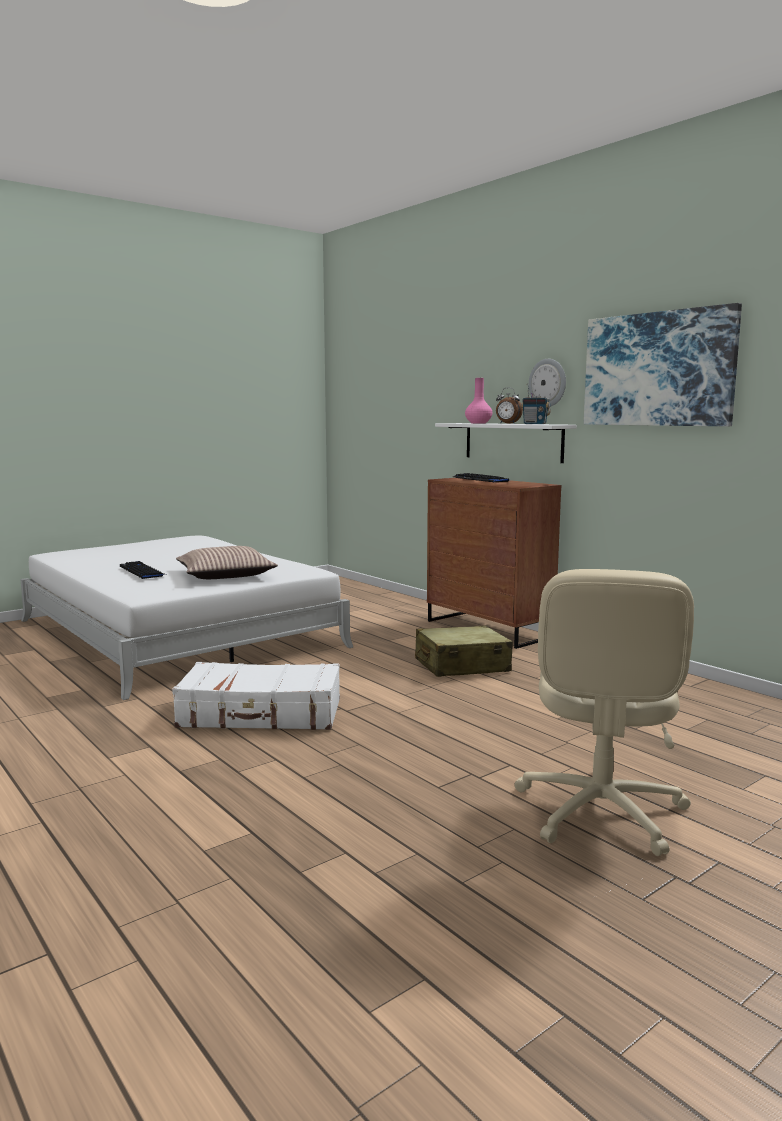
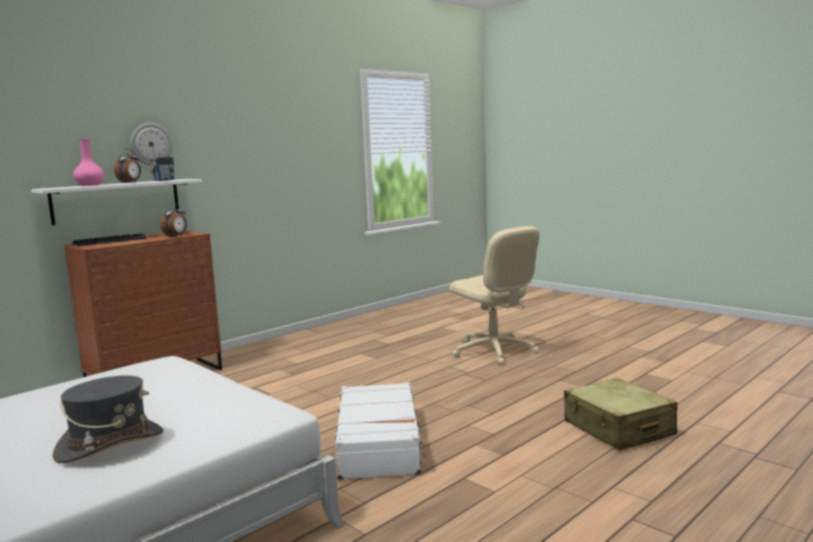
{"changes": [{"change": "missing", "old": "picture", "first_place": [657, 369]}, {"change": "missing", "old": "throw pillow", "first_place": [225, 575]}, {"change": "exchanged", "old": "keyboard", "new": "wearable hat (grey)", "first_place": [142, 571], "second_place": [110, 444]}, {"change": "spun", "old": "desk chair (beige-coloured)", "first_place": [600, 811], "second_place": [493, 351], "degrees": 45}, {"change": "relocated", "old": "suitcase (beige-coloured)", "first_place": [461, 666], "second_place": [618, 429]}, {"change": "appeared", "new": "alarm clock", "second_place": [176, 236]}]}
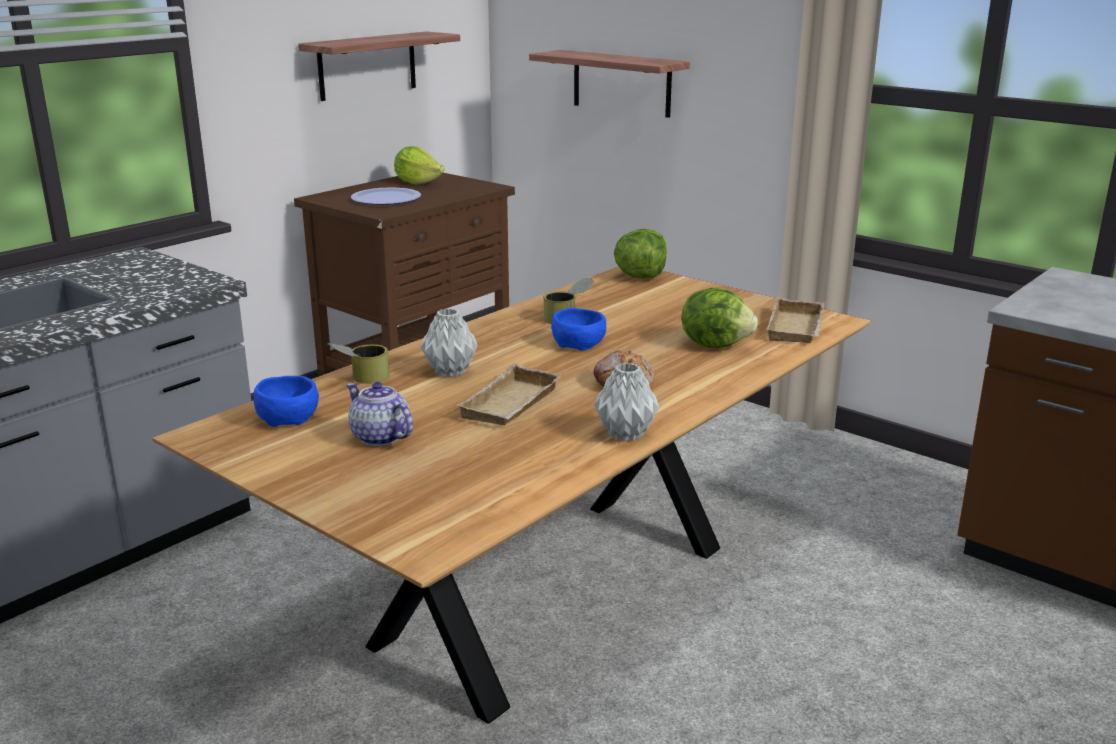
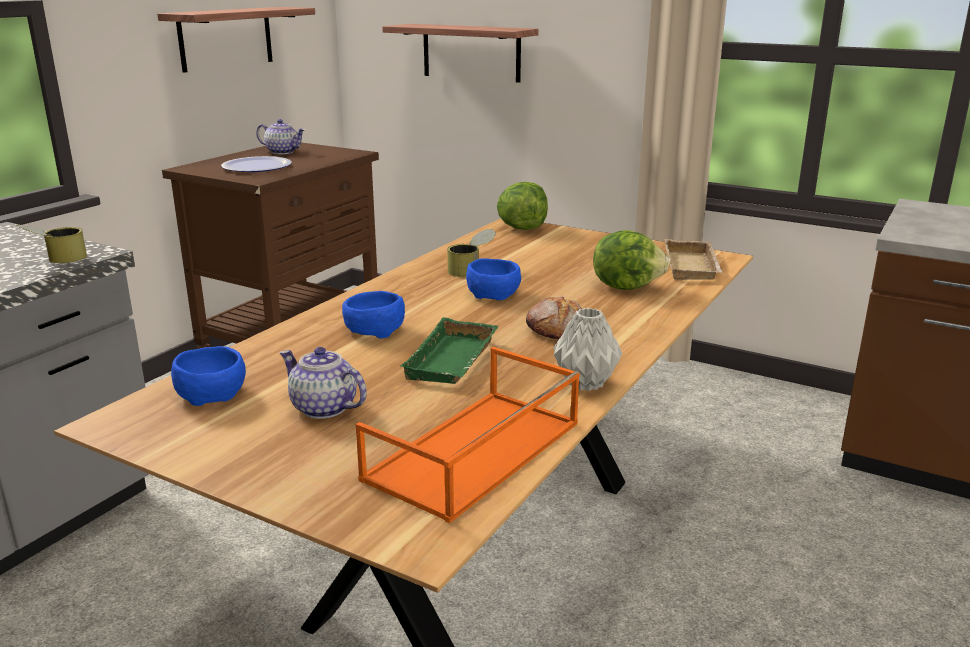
{"changes": [{"change": "exchanged", "old": "head of lettuce", "new": "pot for tea", "first_place": [418, 183], "second_place": [283, 152]}, {"change": "exchanged", "old": "vase (grey)", "new": "bowl (bluish)", "first_place": [449, 371], "second_place": [373, 330]}, {"change": "relocated", "old": "metal can", "first_place": [360, 379], "second_place": [56, 260]}, {"change": "colour", "old": "carrying tray (beige-coloured)", "new": "carrying tray (green)", "first_place": [513, 405], "second_place": [454, 361]}, {"change": "appeared", "new": "carrying tray (orangey)", "second_place": [475, 453]}]}
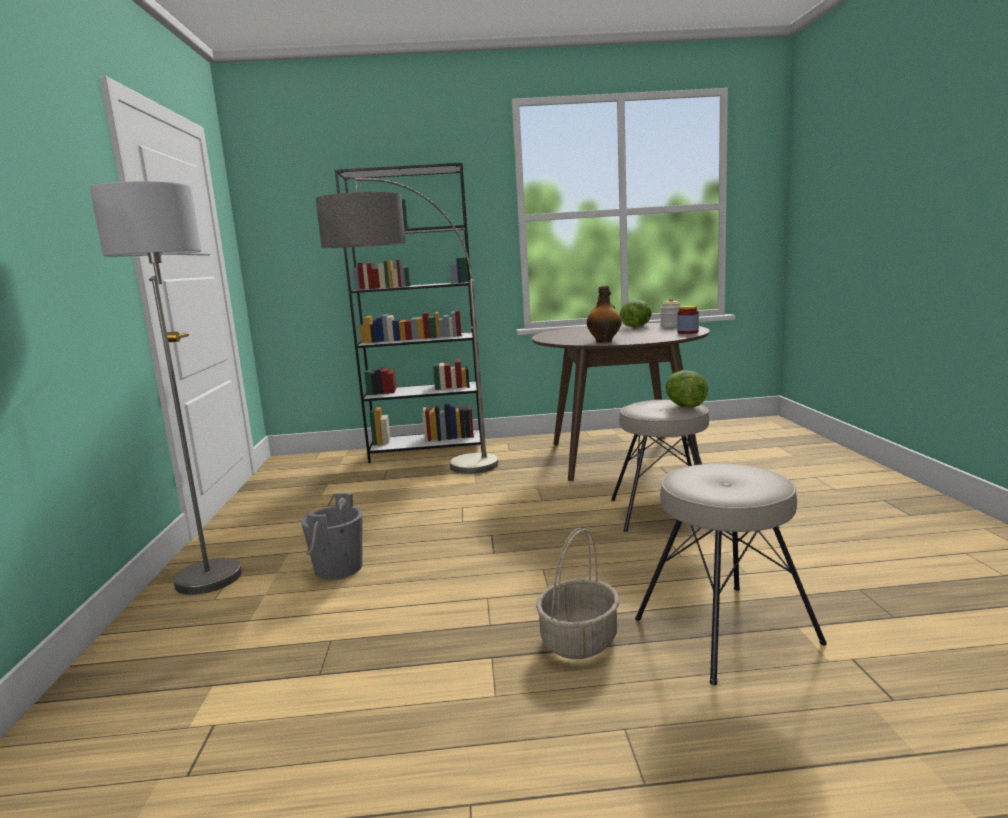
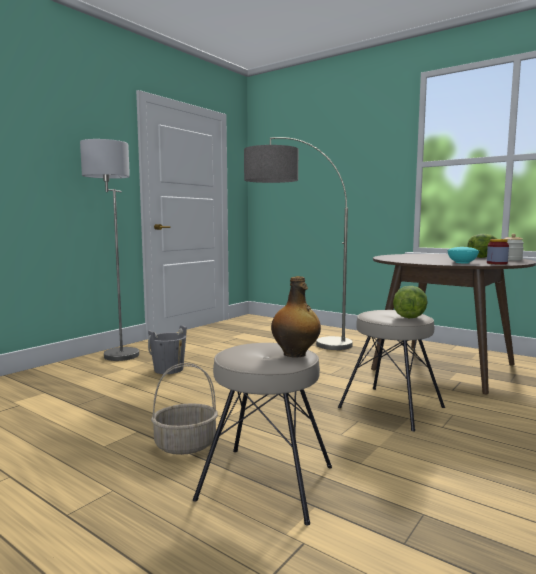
{"changes": [{"change": "missing", "old": "bookshelf (whitish)", "first_place": [428, 450]}, {"change": "relocated", "old": "bottle", "first_place": [604, 341], "second_place": [295, 354]}, {"change": "appeared", "new": "bowl (blue-green)", "second_place": [462, 262]}]}
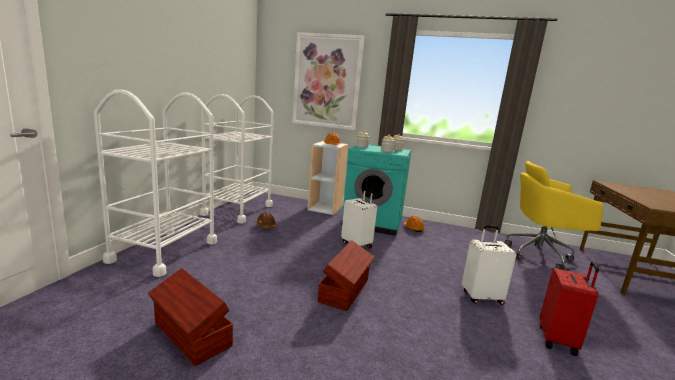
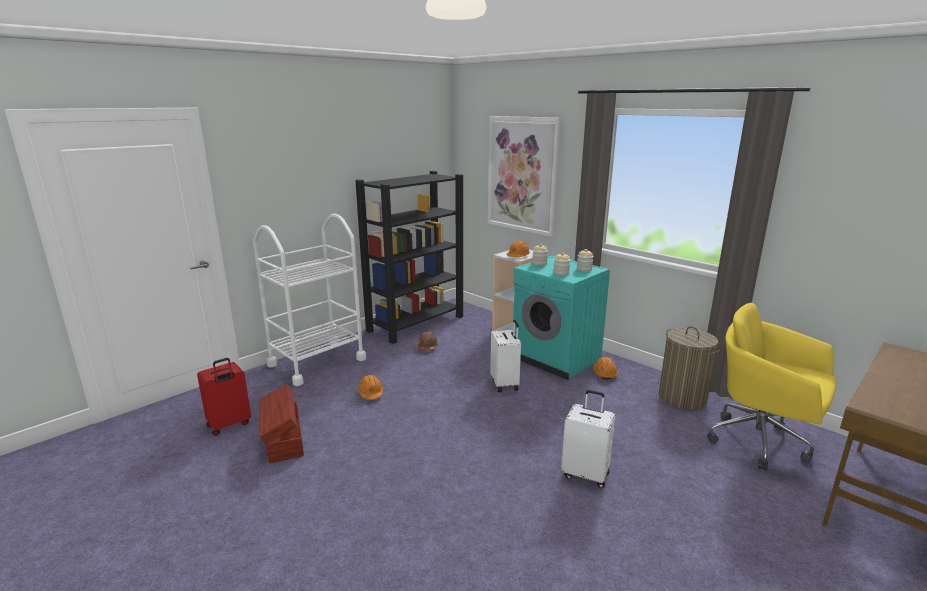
{"changes": [{"change": "exchanged", "old": "trolley (whitish)", "new": "bookshelf (black-coloured)", "first_place": [238, 210], "second_place": [416, 323]}, {"change": "missing", "old": "storage container (brown)", "first_place": [345, 290]}, {"change": "relocated", "old": "suitcase (red-coloured)", "first_place": [558, 340], "second_place": [229, 425]}, {"change": "appeared", "new": "laundry basket", "second_place": [682, 397]}, {"change": "appeared", "new": "safety helmet (orangey)", "second_place": [371, 393]}]}
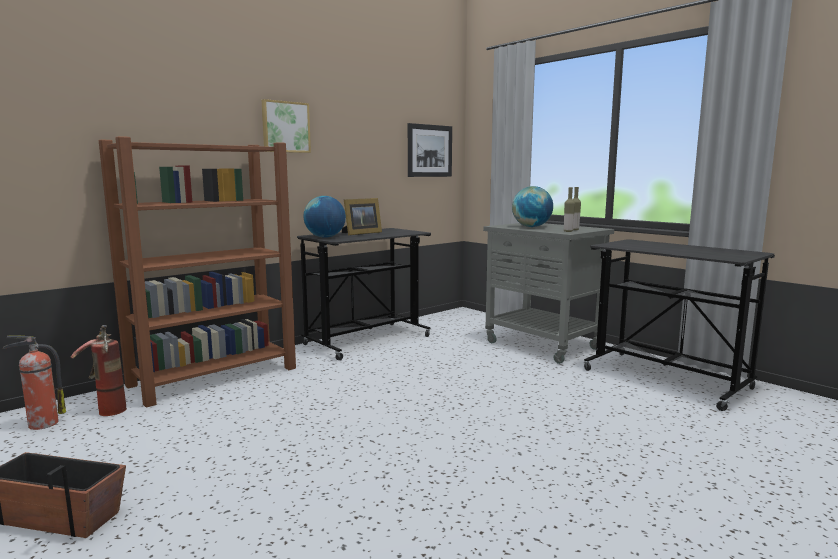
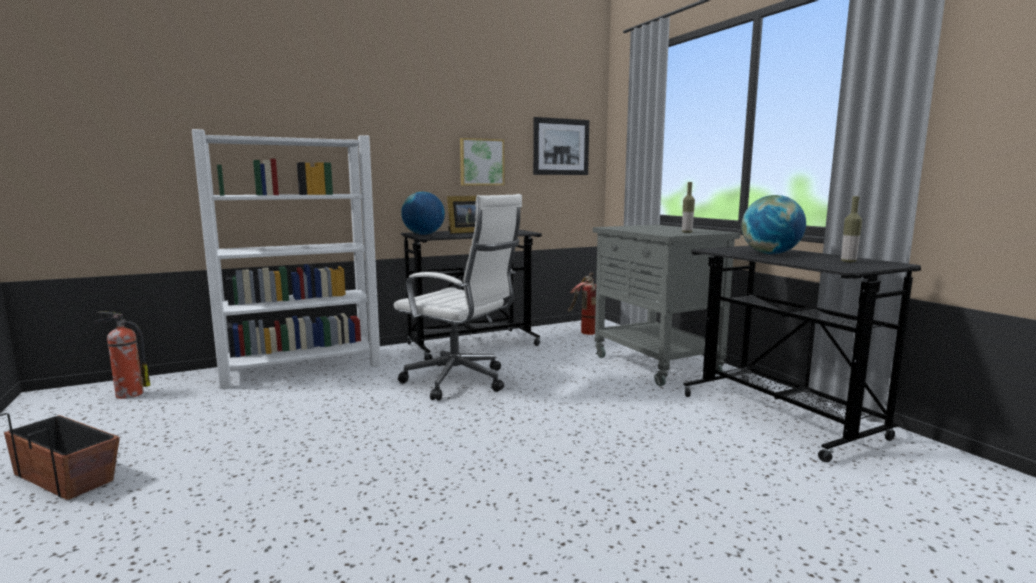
{"changes": [{"change": "relocated", "old": "picture", "first_place": [285, 127], "second_place": [481, 162]}, {"change": "colour", "old": "bookshelf (brown)", "new": "bookshelf (whitish)", "first_place": [214, 376], "second_place": [301, 367]}, {"change": "relocated", "old": "globe", "first_place": [531, 227], "second_place": [770, 254]}, {"change": "relocated", "old": "bottle", "first_place": [568, 231], "second_place": [848, 261]}, {"change": "relocated", "old": "extinguisher", "first_place": [106, 409], "second_place": [583, 331]}, {"change": "appeared", "new": "desk chair (whitish)", "second_place": [460, 382]}]}
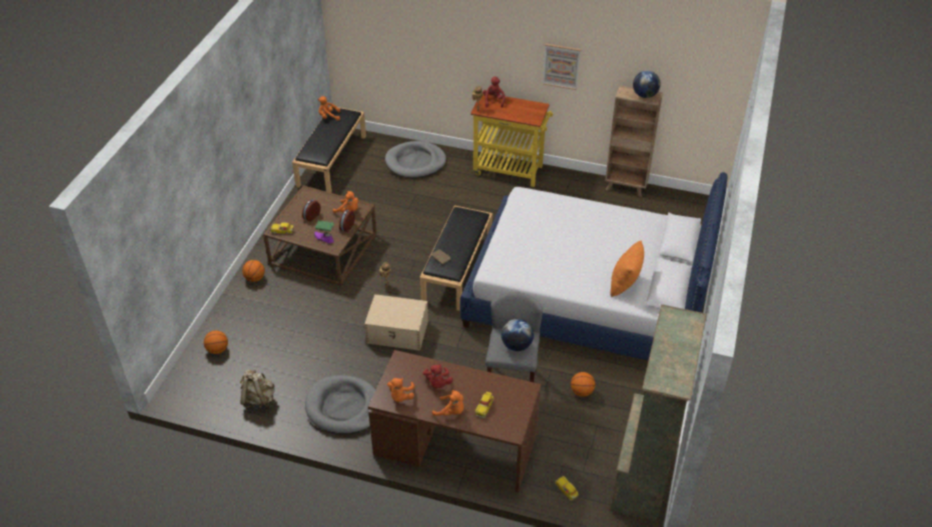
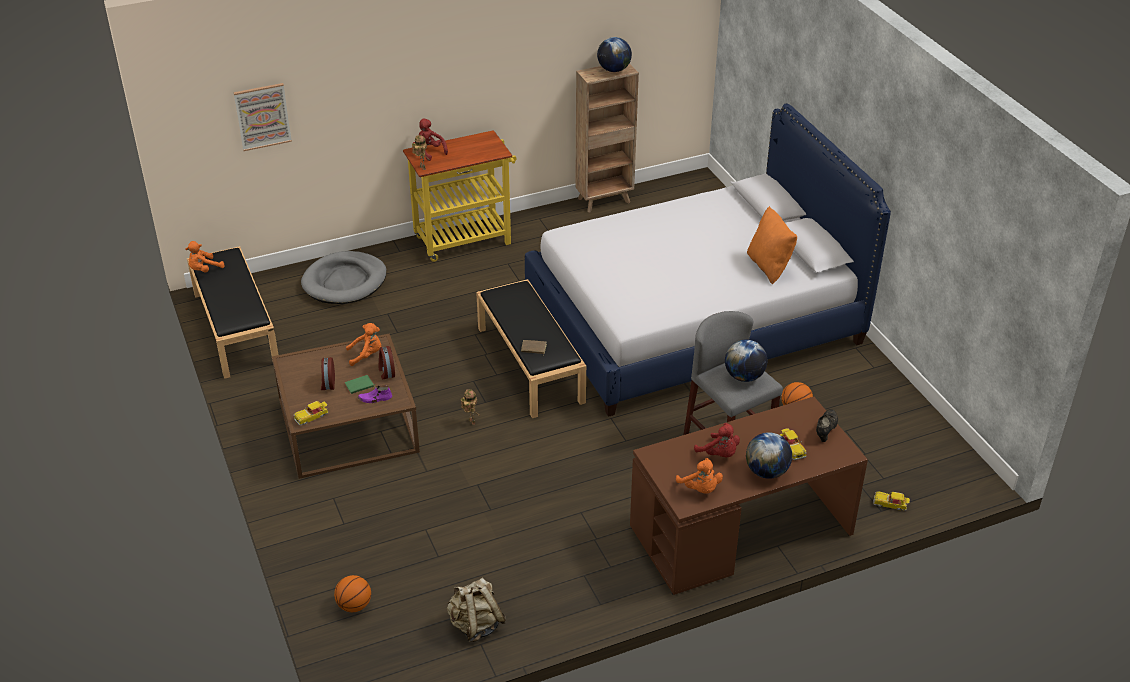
{"changes": [{"change": "relocated", "old": "picture", "first_place": [561, 66], "second_place": [262, 116]}, {"change": "missing", "old": "basketball ball", "first_place": [255, 278]}, {"change": "missing", "old": "storage container (beige-coloured)", "first_place": [398, 332]}, {"change": "missing", "old": "bookshelf (green)", "first_place": [642, 478]}, {"change": "missing", "old": "pet bed (grey)", "first_place": [344, 407]}, {"change": "exchanged", "old": "cuddly toy (orangey)", "new": "globe", "first_place": [451, 411], "second_place": [767, 471]}, {"change": "appeared", "new": "item of footwear (black-coloured)", "second_place": [825, 430]}]}
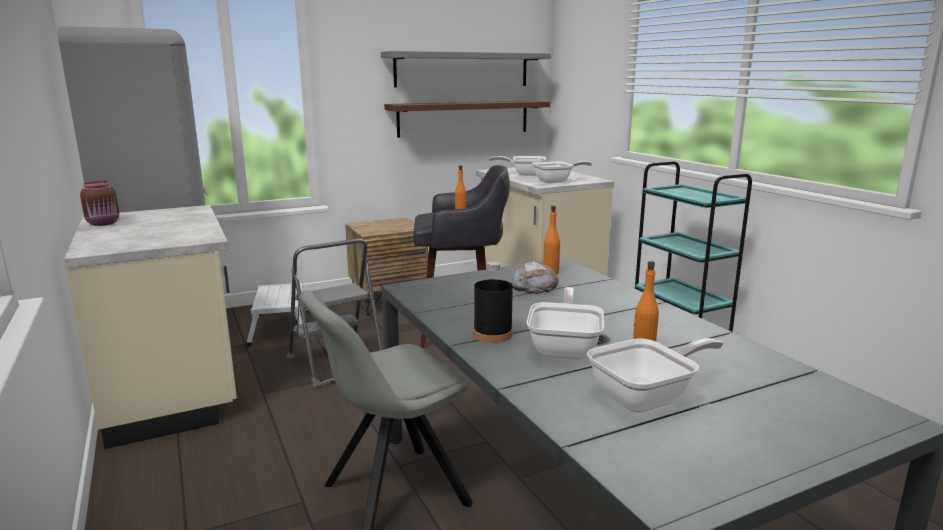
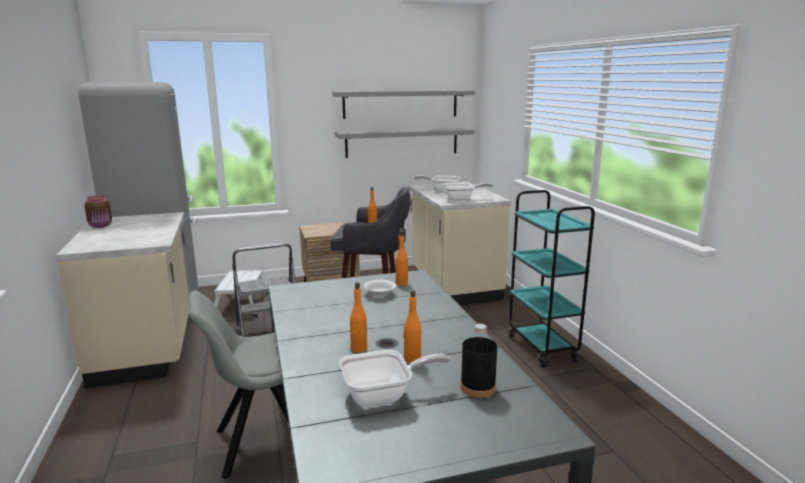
{"changes": [{"change": "colour", "old": "shelf (brown)", "new": "shelf (grey)", "first_place": [464, 118], "second_place": [402, 142]}, {"change": "exchanged", "old": "bakery bread", "new": "bowl (whitish)", "first_place": [534, 286], "second_place": [379, 294]}, {"change": "relocated", "old": "bottle (black-coloured)", "first_place": [492, 334], "second_place": [478, 387]}, {"change": "exchanged", "old": "pan", "new": "bottle (orangey)", "first_place": [565, 347], "second_place": [359, 349]}]}
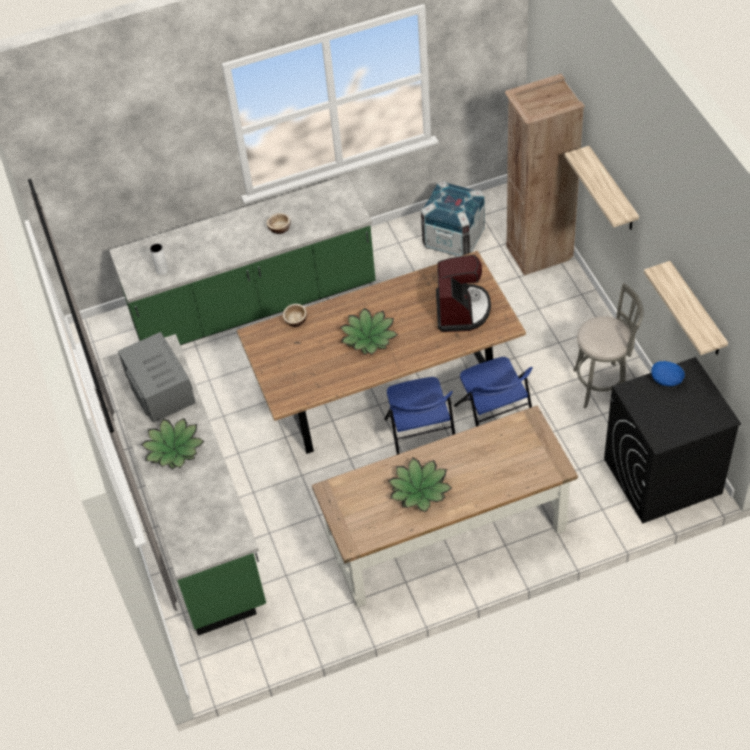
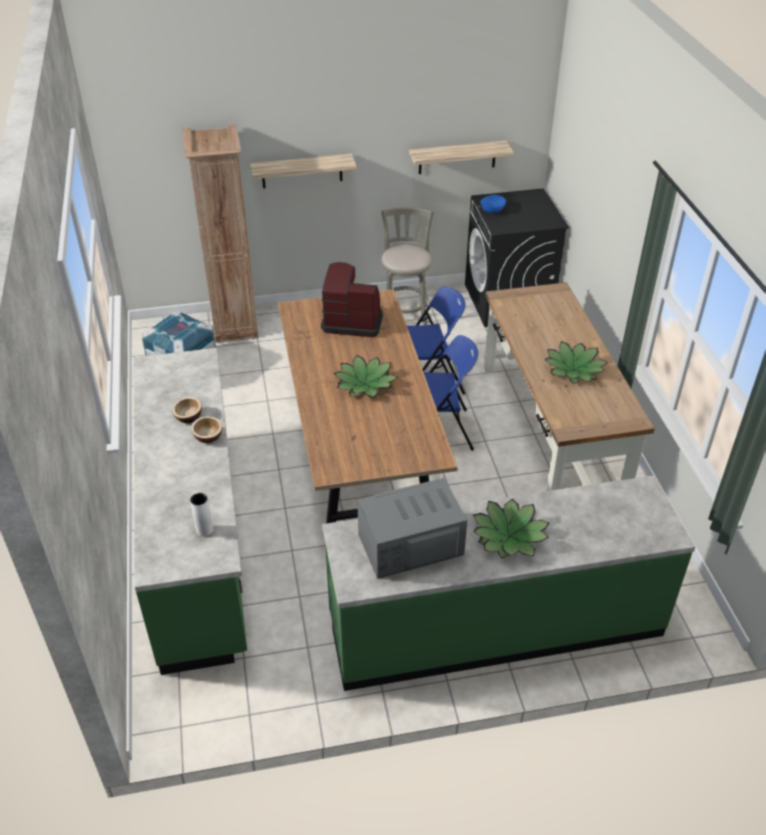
{"changes": [{"change": "relocated", "old": "bowl", "first_place": [296, 320], "second_place": [208, 436]}]}
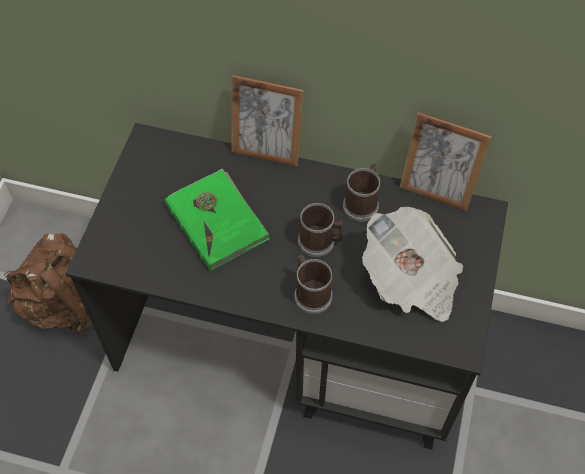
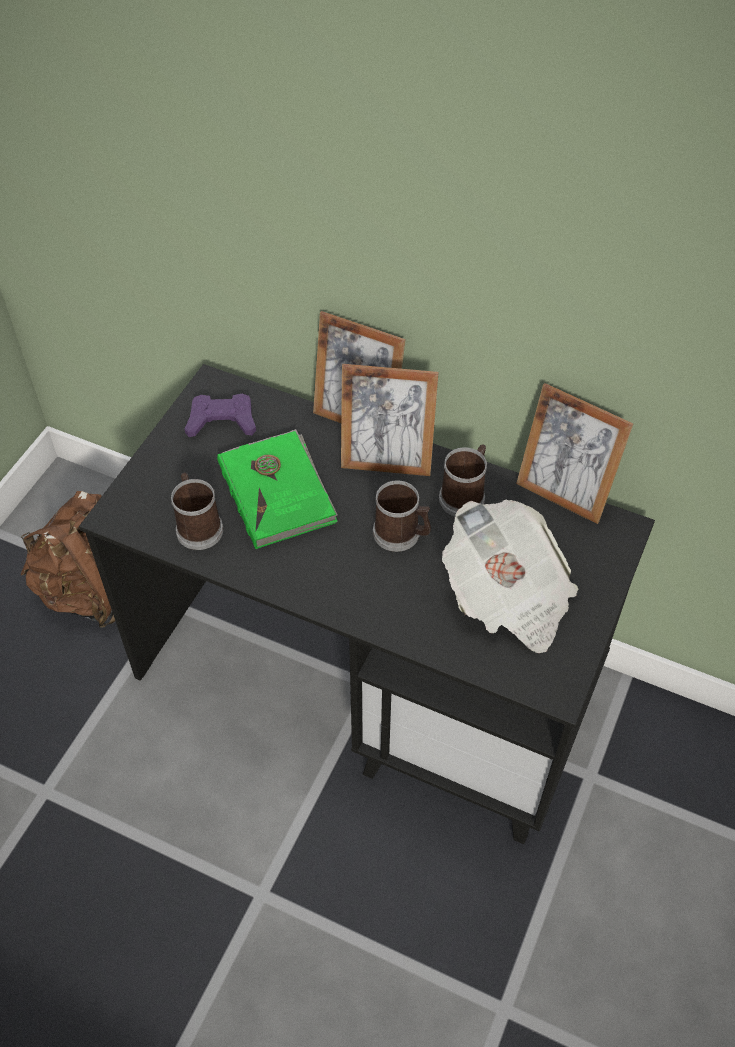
{"changes": [{"change": "relocated", "old": "mug", "first_place": [310, 293], "second_place": [198, 526]}, {"change": "appeared", "new": "picture frame", "second_place": [386, 462]}, {"change": "appeared", "new": "gamepad (purple)", "second_place": [222, 421]}]}
